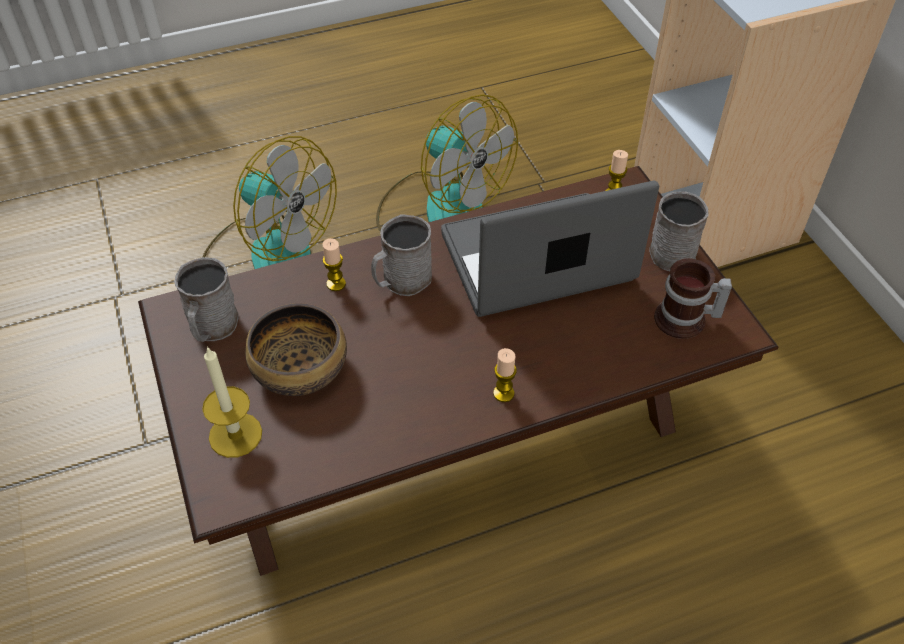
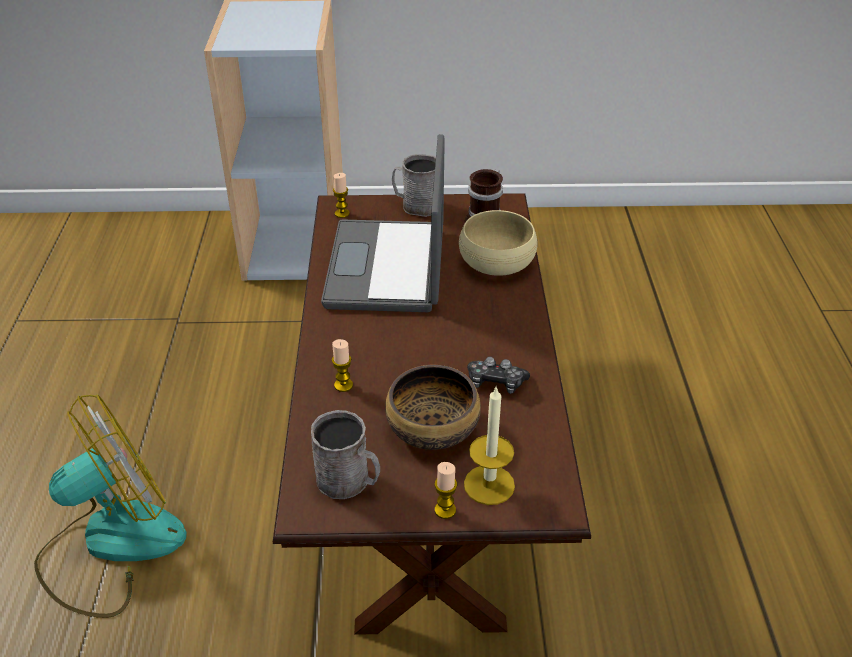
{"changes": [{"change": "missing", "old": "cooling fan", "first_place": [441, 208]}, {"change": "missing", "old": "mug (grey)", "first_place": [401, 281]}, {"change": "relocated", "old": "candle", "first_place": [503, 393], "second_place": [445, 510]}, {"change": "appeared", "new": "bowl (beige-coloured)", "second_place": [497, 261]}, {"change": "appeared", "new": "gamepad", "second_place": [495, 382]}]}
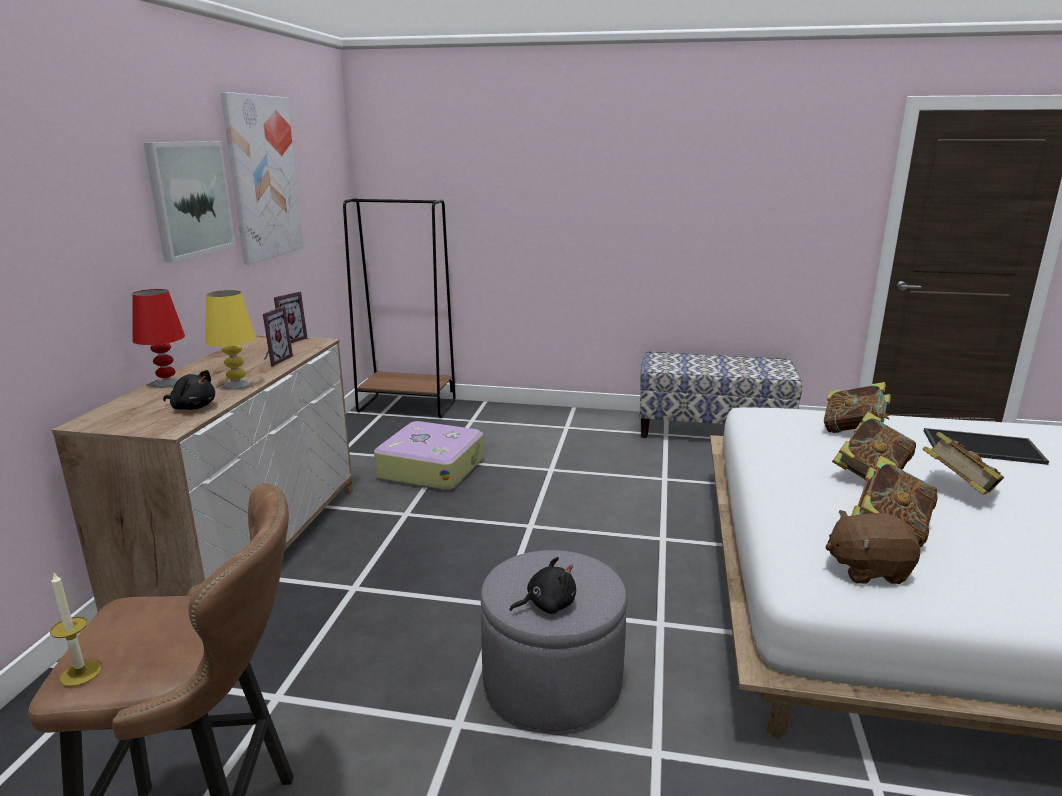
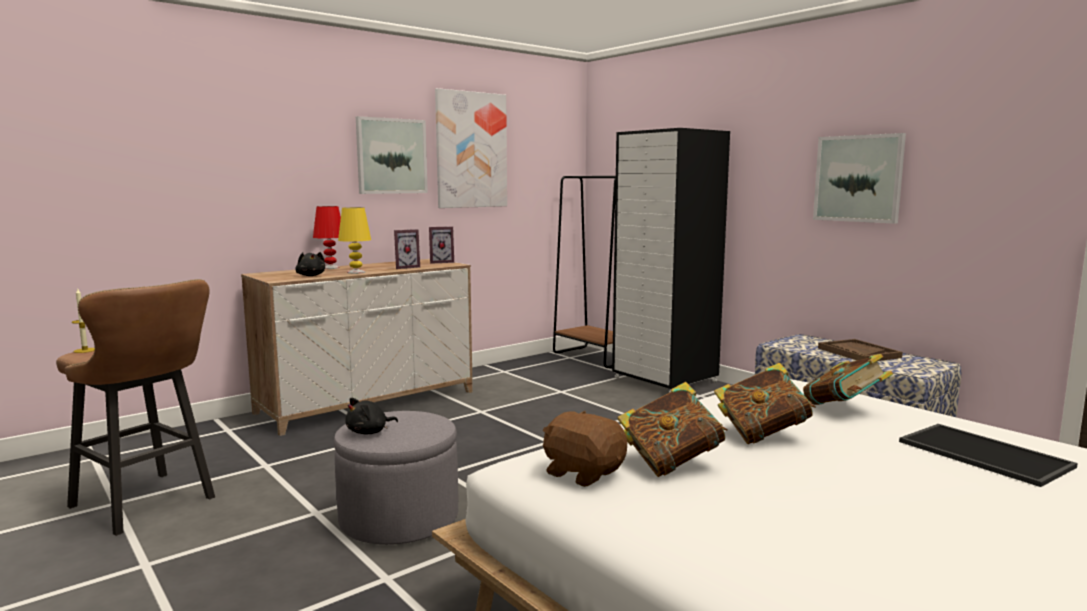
{"changes": [{"change": "missing", "old": "suitcase", "first_place": [431, 468]}, {"change": "missing", "old": "book", "first_place": [957, 490]}, {"change": "spun", "old": "cuddly toy (black-coloured)", "first_place": [547, 605], "second_place": [369, 432], "degrees": 120}, {"change": "appeared", "new": "armoire", "second_place": [665, 380]}, {"change": "appeared", "new": "picture", "second_place": [858, 178]}, {"change": "appeared", "new": "carrying tray (brown)", "second_place": [858, 353]}]}
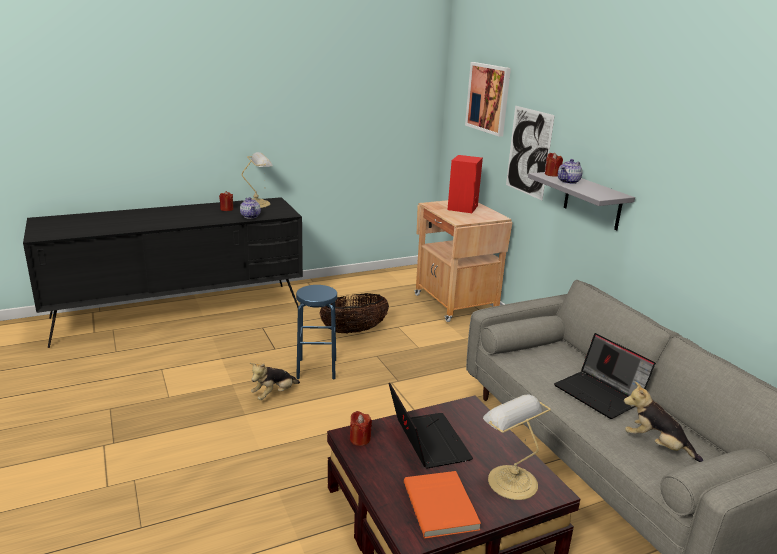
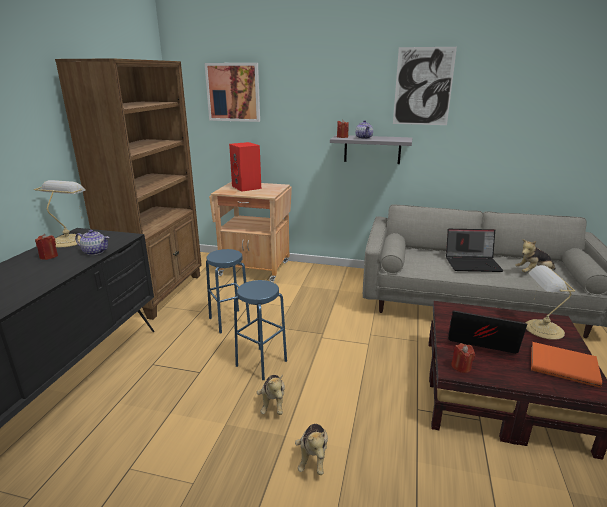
{"changes": [{"change": "relocated", "old": "picture", "first_place": [528, 152], "second_place": [423, 87]}, {"change": "exchanged", "old": "basket", "new": "stool seat (bluish)", "first_place": [354, 331], "second_place": [229, 321]}, {"change": "appeared", "new": "bookshelf (brown)", "second_place": [160, 292]}, {"change": "appeared", "new": "cuddly toy", "second_place": [313, 457]}]}
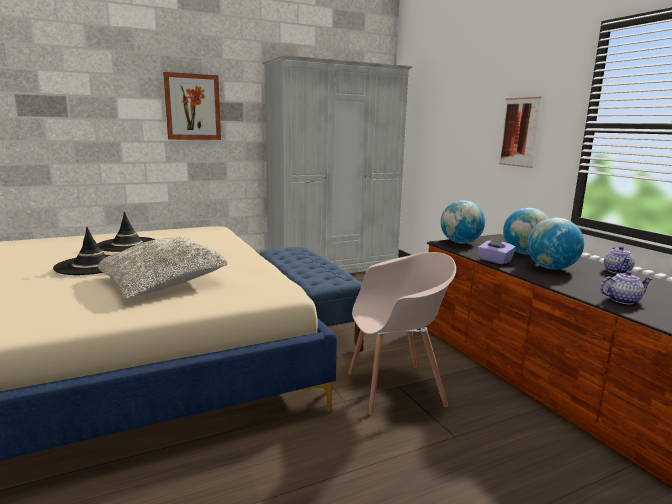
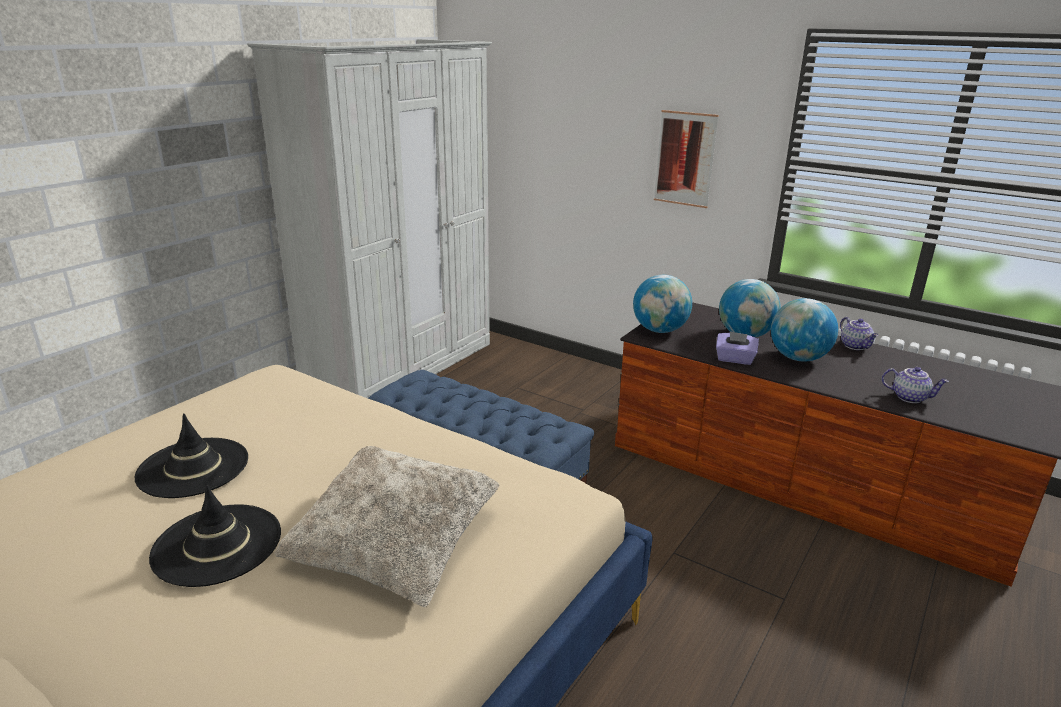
{"changes": [{"change": "missing", "old": "picture", "first_place": [192, 107]}, {"change": "missing", "old": "upright chair (beige-coloured)", "first_place": [396, 389]}, {"change": "spun", "old": "pot for tea", "first_place": [622, 300], "second_place": [909, 397], "degrees": 60}]}
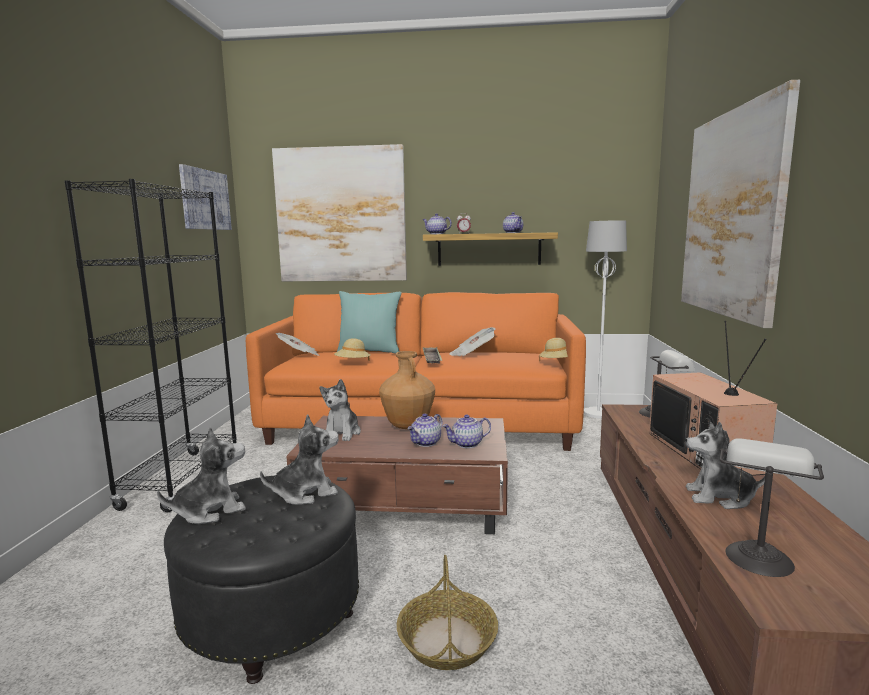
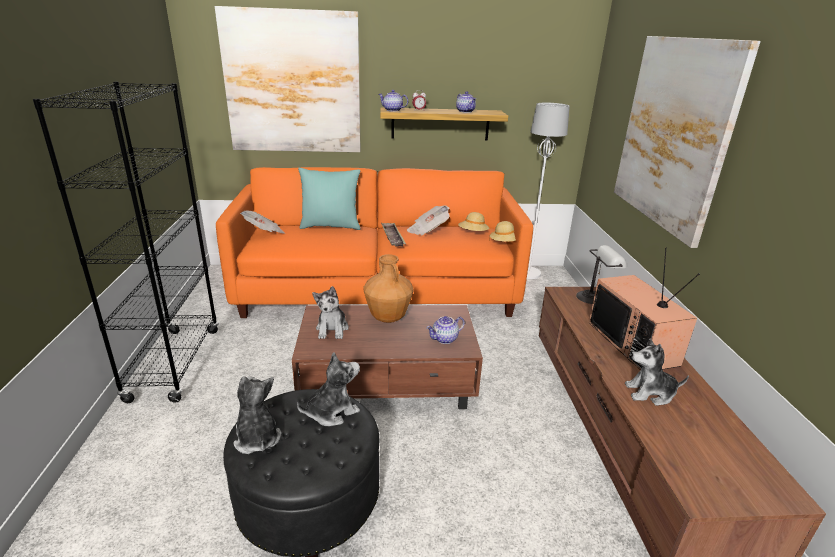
{"changes": [{"change": "missing", "old": "picture", "first_place": [205, 200]}, {"change": "relocated", "old": "wearable hat (beige-coloured)", "first_place": [352, 363], "second_place": [473, 233]}, {"change": "missing", "old": "pot for tea", "first_place": [426, 443]}, {"change": "spun", "old": "cuddly toy", "first_place": [210, 511], "second_place": [257, 438], "degrees": -75}, {"change": "missing", "old": "table lamp", "first_place": [757, 551]}, {"change": "missing", "old": "basket", "first_place": [447, 641]}]}
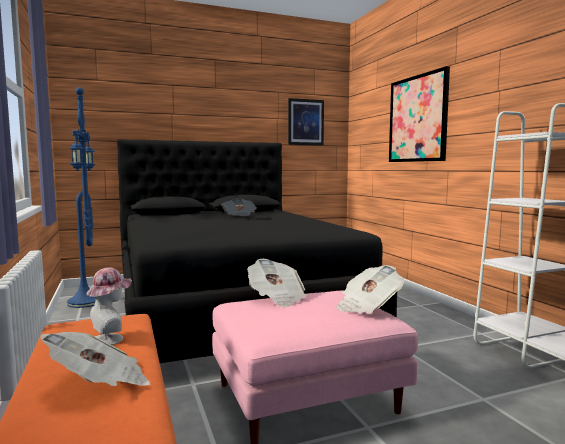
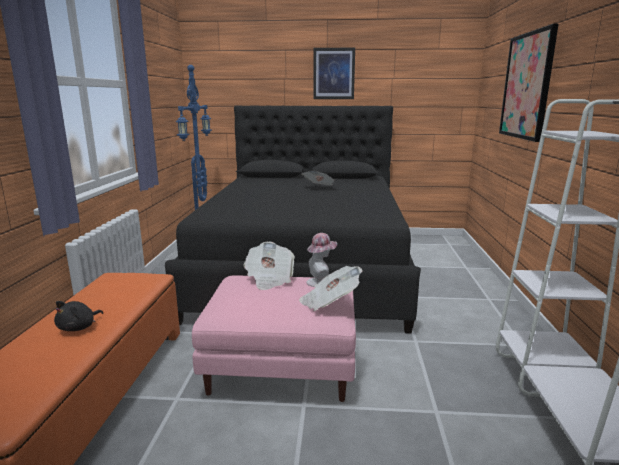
{"changes": [{"change": "relocated", "old": "picture", "first_place": [305, 122], "second_place": [334, 73]}, {"change": "relocated", "old": "wearable hat", "first_place": [110, 339], "second_place": [320, 282]}, {"change": "exchanged", "old": "printed paper", "new": "cuddly toy (black-coloured)", "first_place": [100, 384], "second_place": [79, 327]}]}
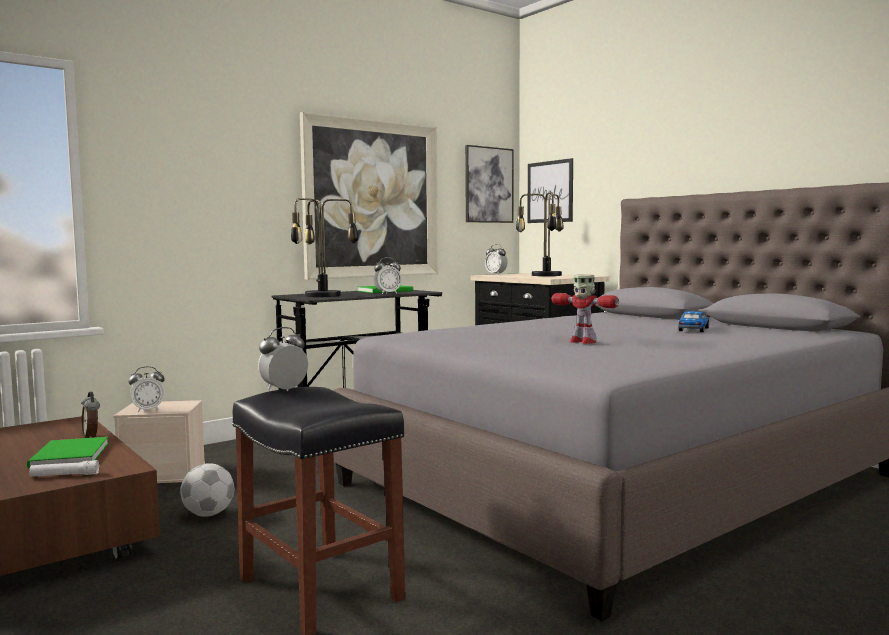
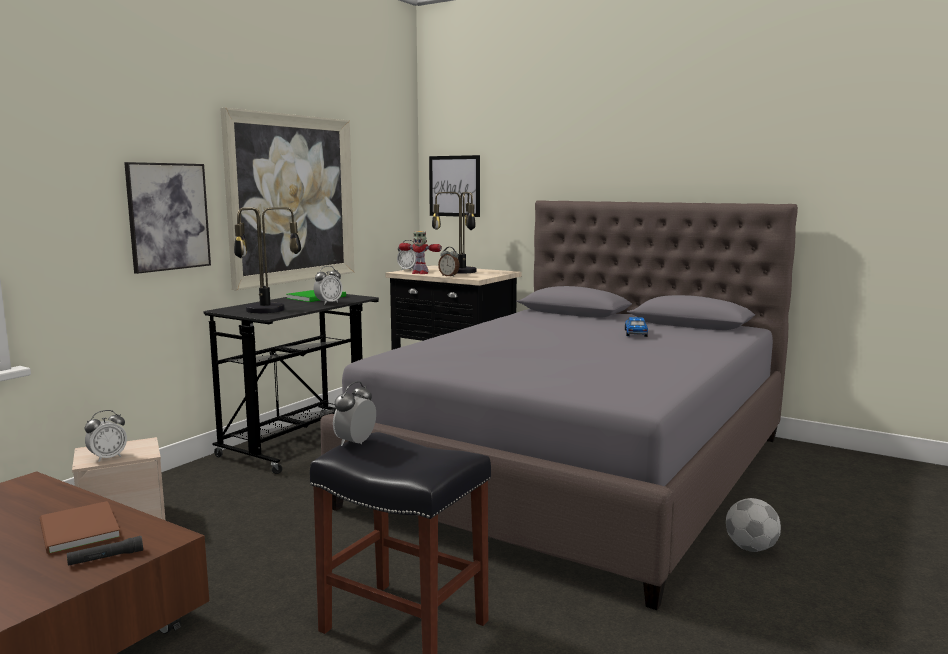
{"changes": [{"change": "relocated", "old": "picture", "first_place": [488, 185], "second_place": [168, 216]}, {"change": "relocated", "old": "toy robot", "first_place": [582, 341], "second_place": [419, 273]}, {"change": "relocated", "old": "alarm clock", "first_place": [92, 437], "second_place": [449, 276]}, {"change": "colour", "old": "book (green)", "new": "book (brown)", "first_place": [67, 456], "second_place": [77, 531]}, {"change": "colour", "old": "flashlight (whitish)", "new": "flashlight (black-coloured)", "first_place": [64, 475], "second_place": [105, 558]}, {"change": "relocated", "old": "ball for football", "first_place": [208, 514], "second_place": [750, 548]}]}
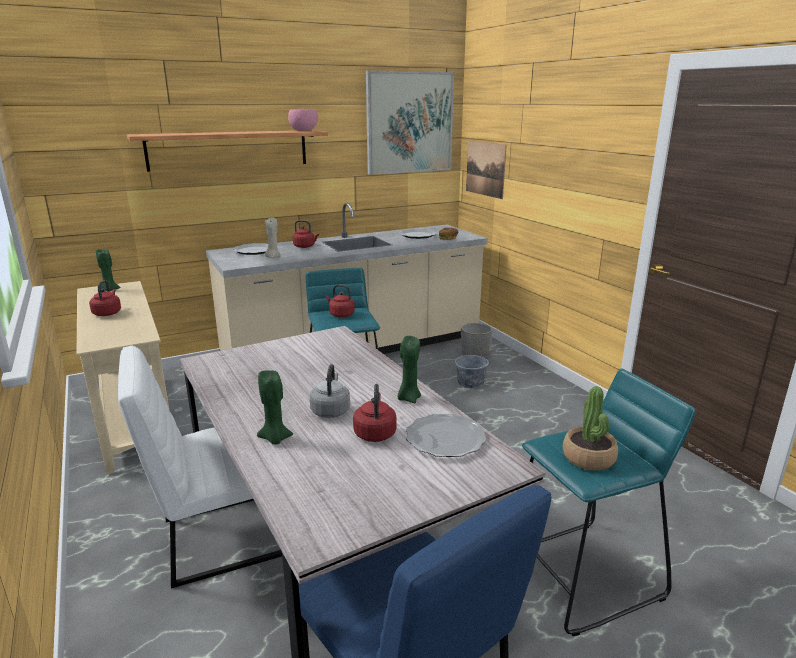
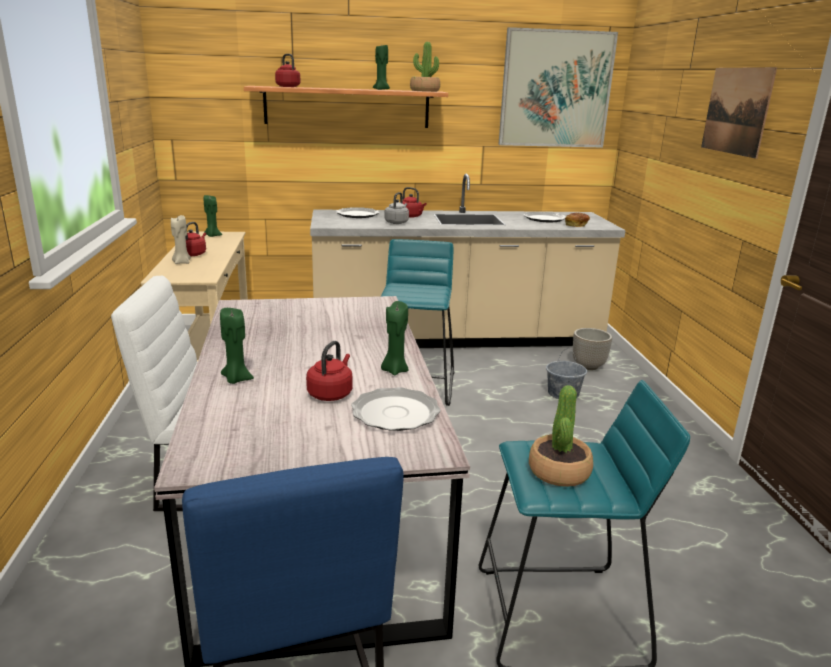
{"changes": [{"change": "exchanged", "old": "bowl (pink-coloured)", "new": "potted plant", "first_place": [303, 130], "second_place": [424, 91]}, {"change": "relocated", "old": "picture", "first_place": [485, 169], "second_place": [736, 111]}, {"change": "relocated", "old": "candle (beige-coloured)", "first_place": [273, 257], "second_place": [181, 262]}, {"change": "relocated", "old": "water kettle (red-coloured)", "first_place": [340, 314], "second_place": [287, 86]}, {"change": "relocated", "old": "water kettle (grey)", "first_place": [331, 410], "second_place": [397, 222]}, {"change": "appeared", "new": "candle (green)", "second_place": [381, 89]}]}
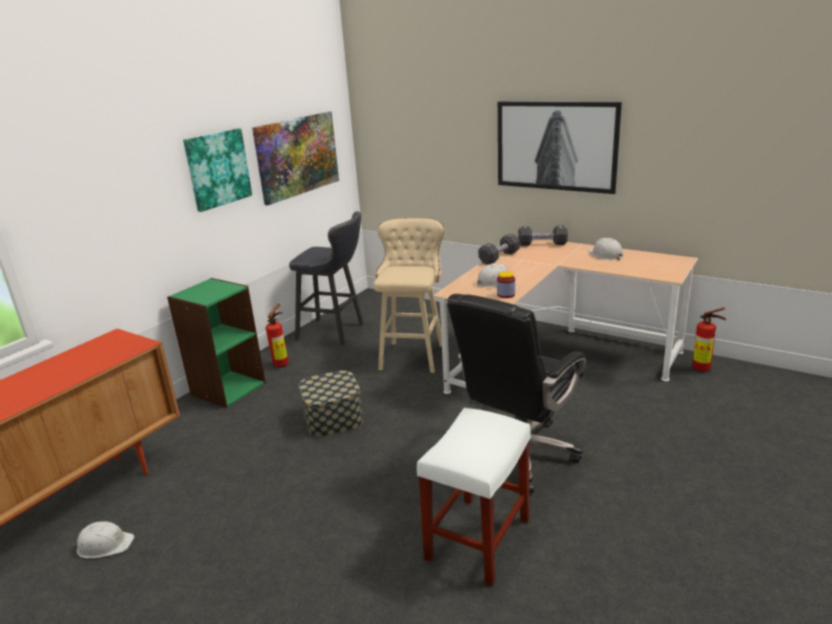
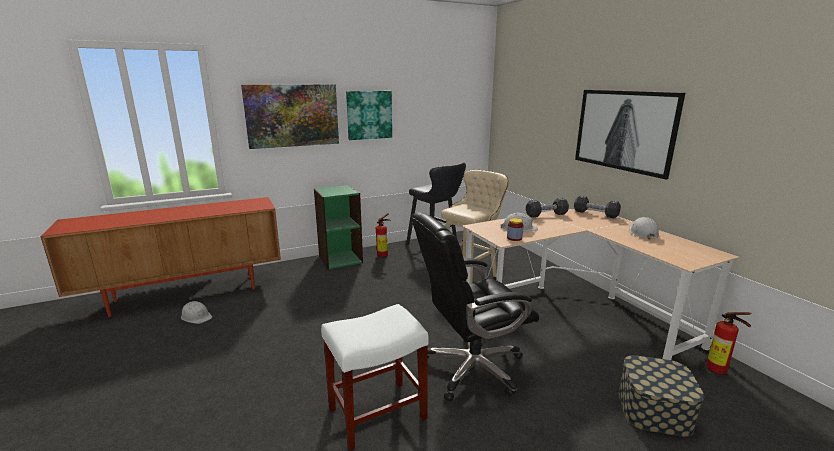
{"changes": [{"change": "relocated", "old": "picture", "first_place": [297, 156], "second_place": [292, 115]}, {"change": "relocated", "old": "storage container", "first_place": [333, 418], "second_place": [654, 410]}]}
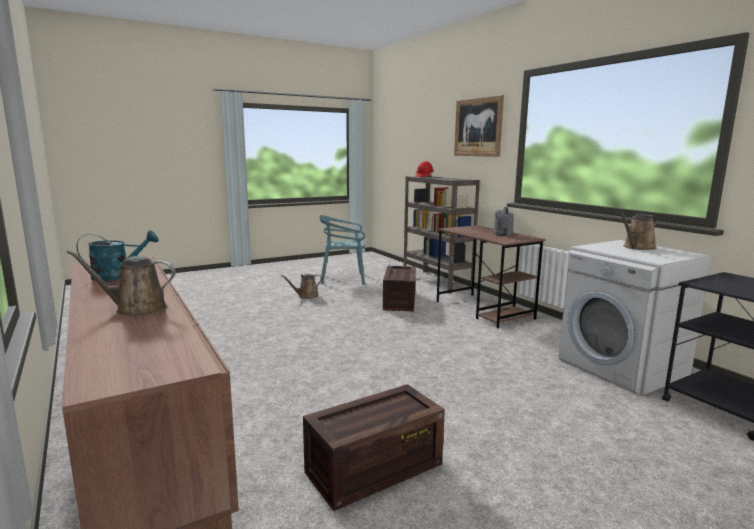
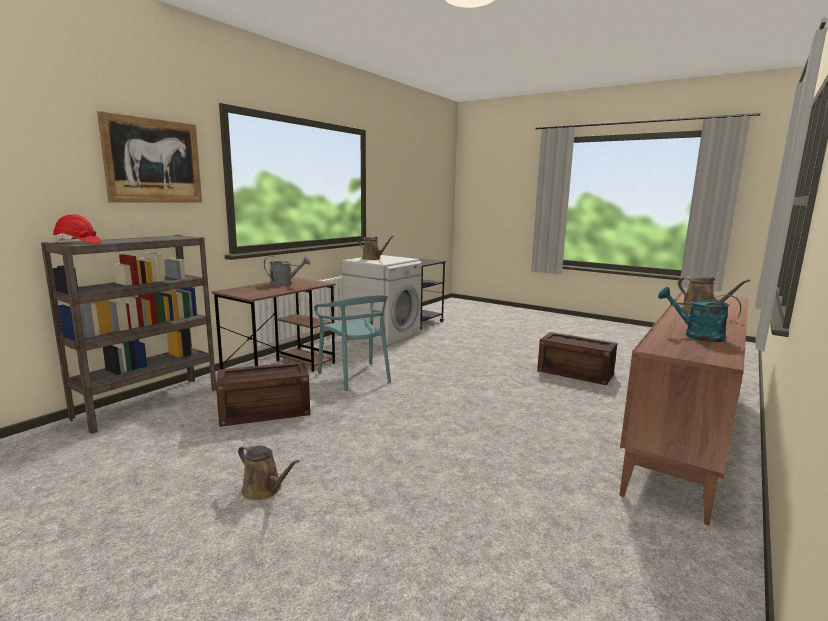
{"changes": [{"change": "relocated", "old": "upright chair (blue-green)", "first_place": [343, 279], "second_place": [355, 376]}]}
